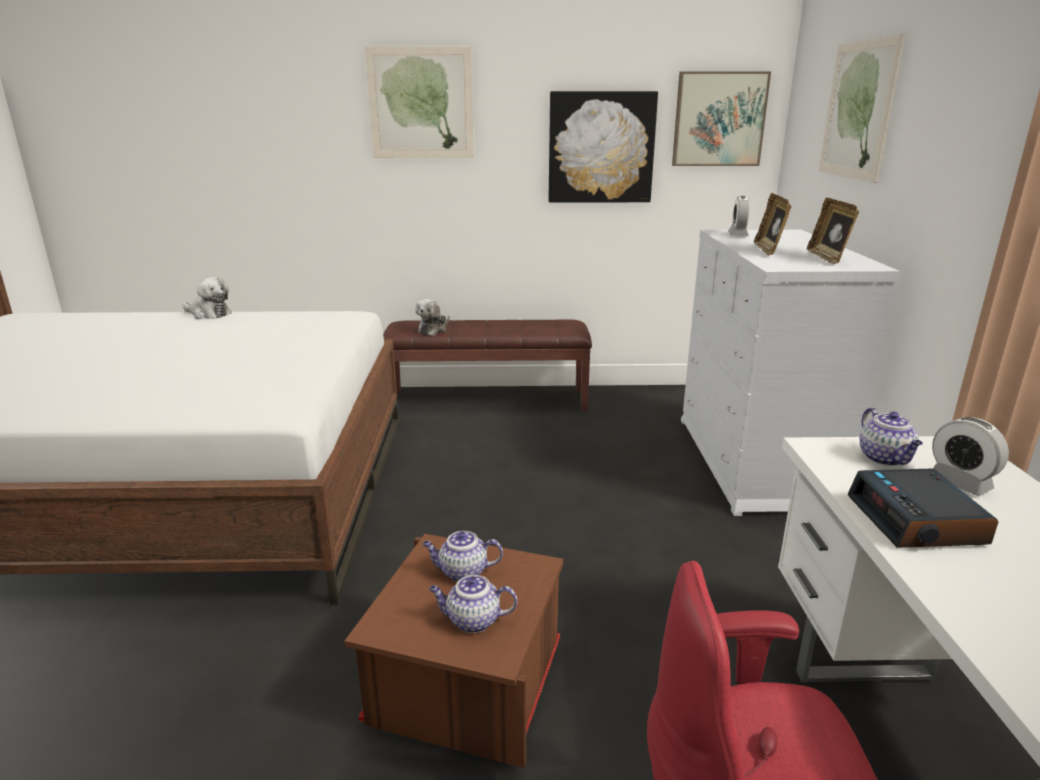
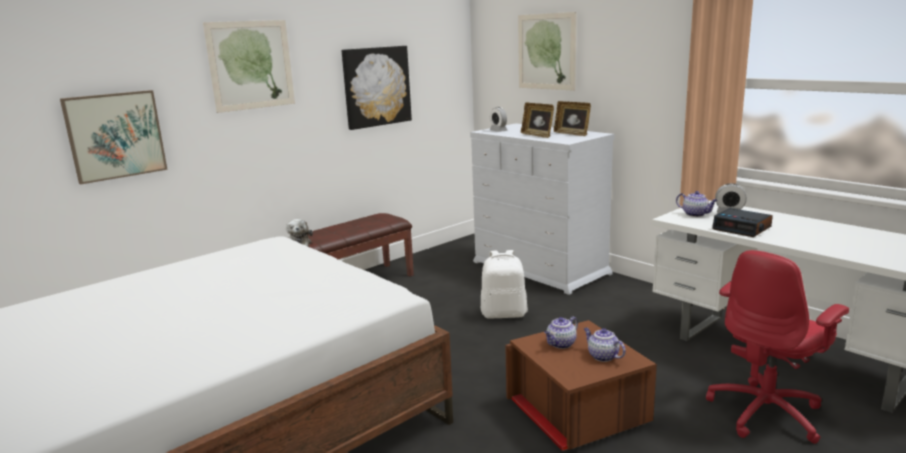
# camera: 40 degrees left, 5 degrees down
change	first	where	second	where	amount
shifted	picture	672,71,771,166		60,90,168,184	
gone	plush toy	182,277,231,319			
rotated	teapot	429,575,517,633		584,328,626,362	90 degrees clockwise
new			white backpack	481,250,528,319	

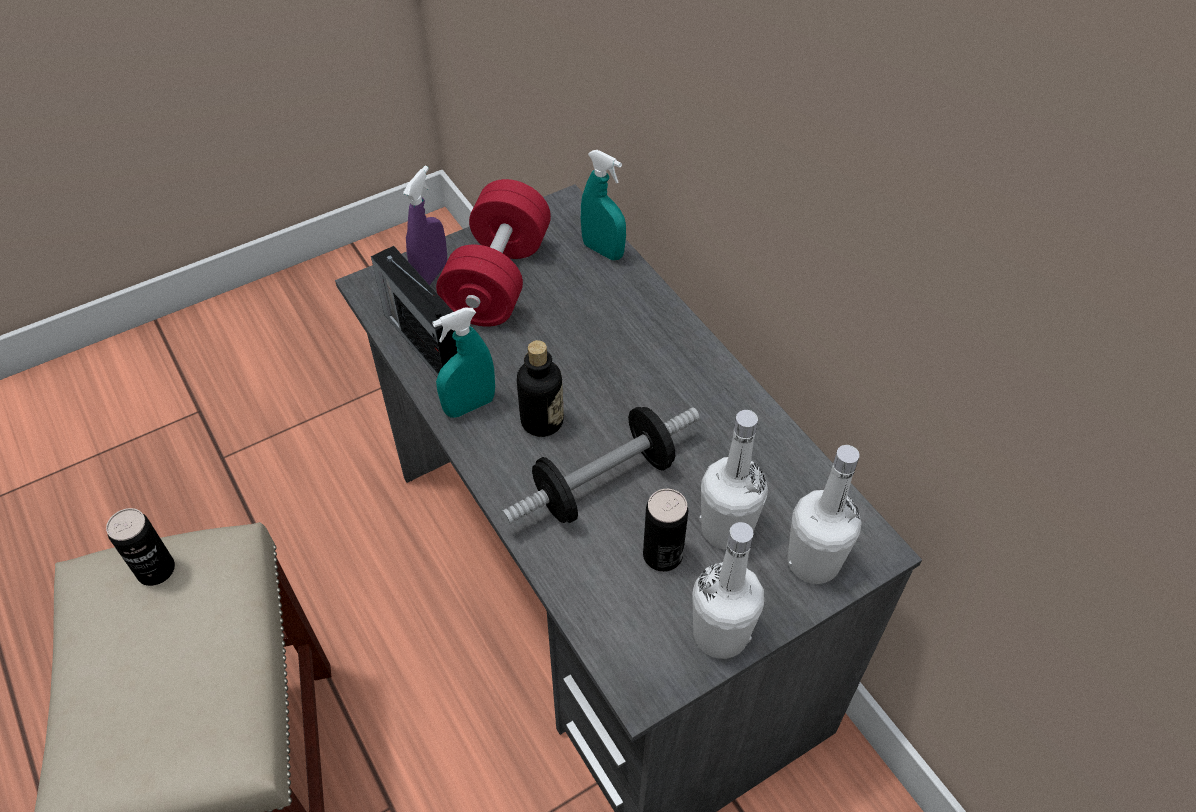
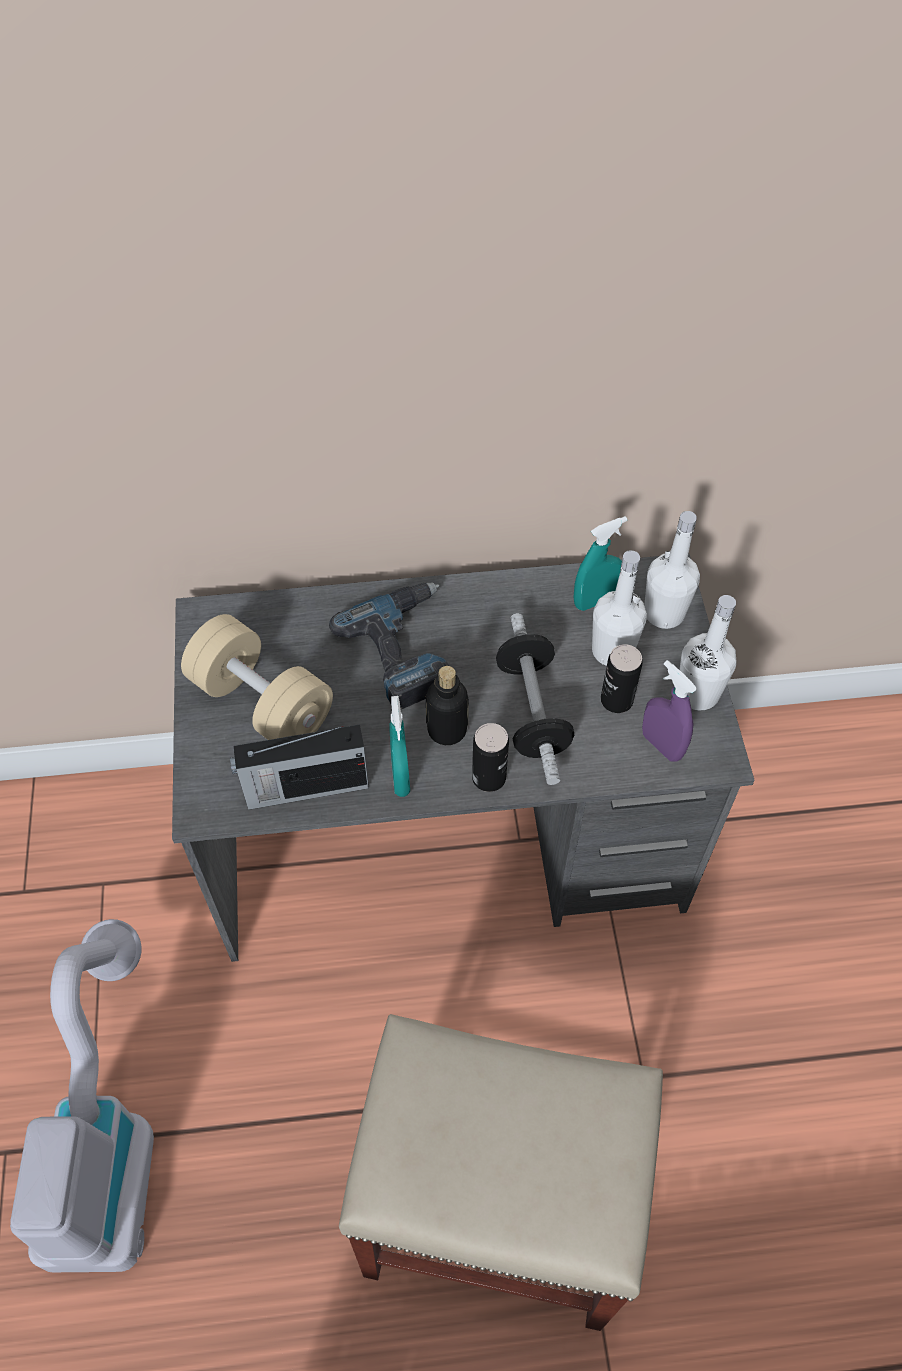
# camera: 65 degrees left, 5 degrees up
change	first	where	second	where	amount
shifted	turquoise spray bottle	580,150,626,260		574,516,627,611	
shifted	purple spray bottle	403,166,447,285		642,660,697,762	
repainted	red dumbbell	436,179,551,327	beige dumbbell	181,614,333,740	
shifted	can	106,508,175,586		472,723,509,792	
new			power drill	329,582,449,709	
new			vacuum cleaner	10,919,154,1272	

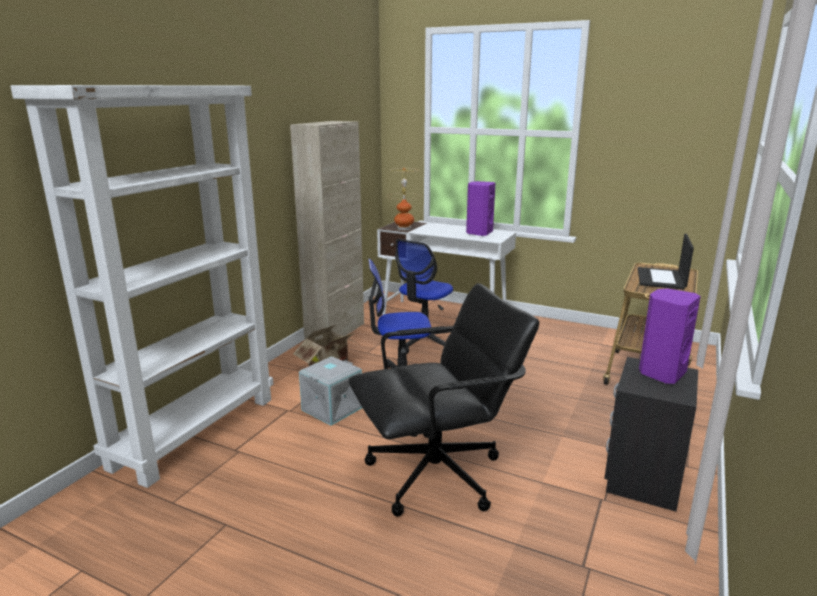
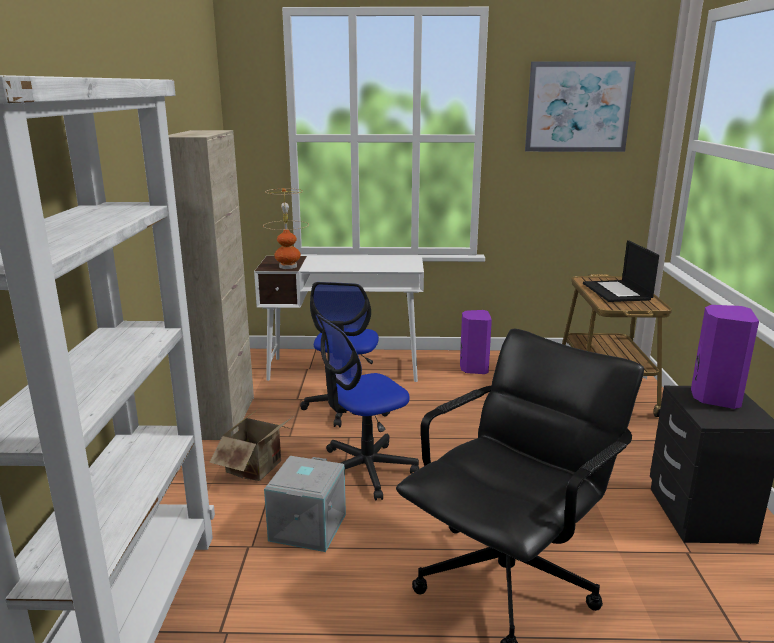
# camera: 25 degrees left, 0 degrees up
change	first	where	second	where	amount
shifted	purple speaker	466,181,495,236		460,310,492,374	
new			picture	525,61,636,152	

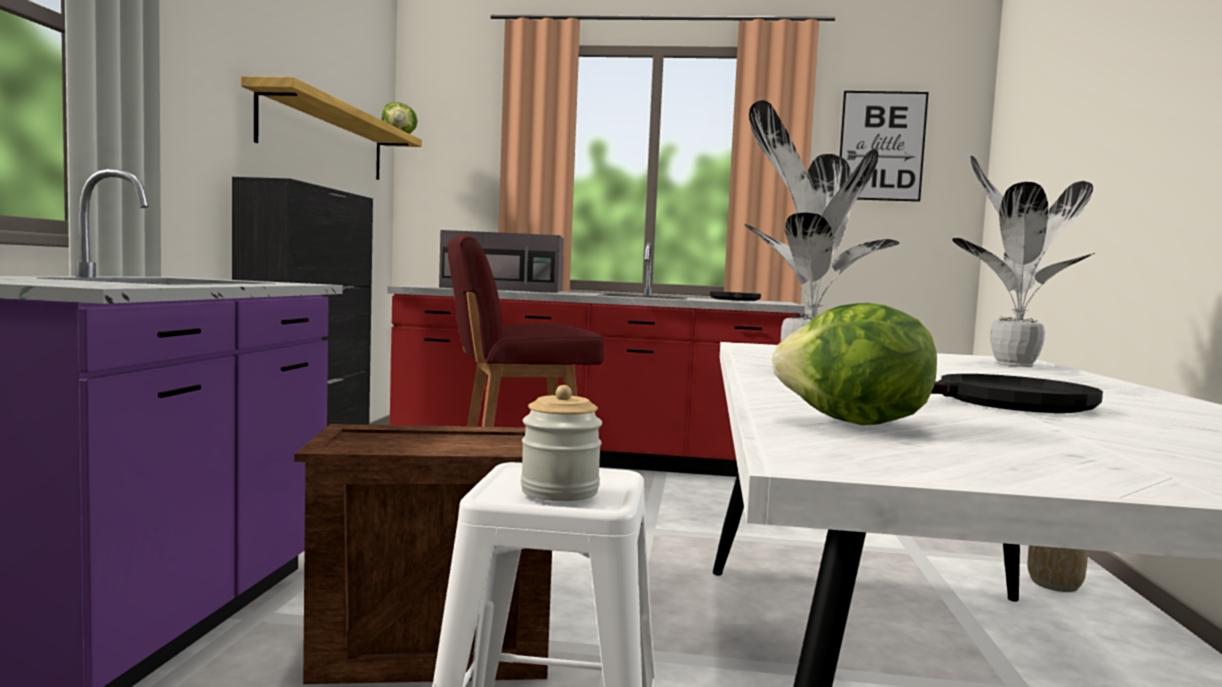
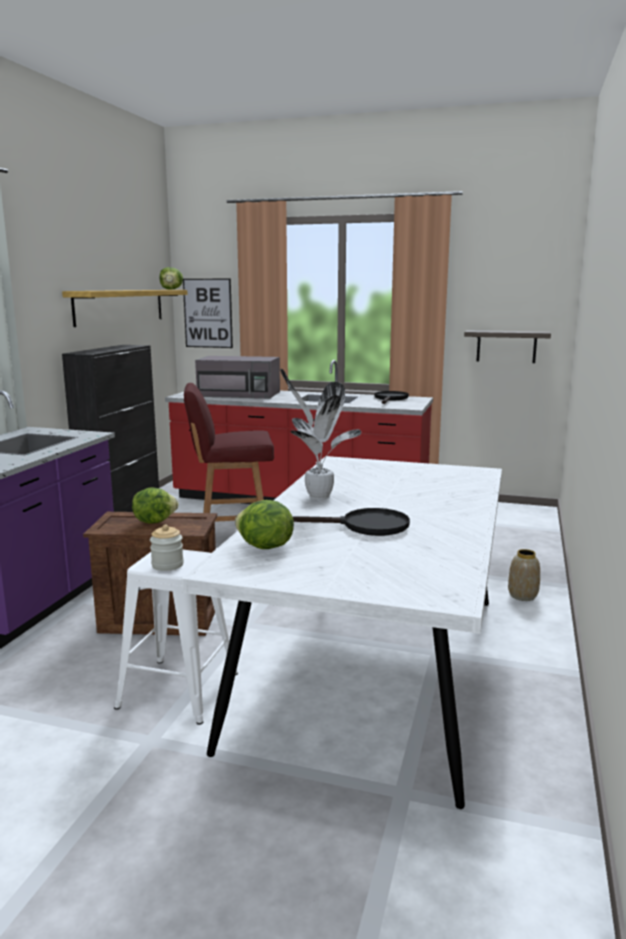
# camera: 10 degrees right, 10 degrees up
change	first	where	second	where	amount
shifted	picture	839,91,929,202		183,279,233,348	
gone	potted plant	952,156,1095,367			
new			shelf	464,330,551,363	
new			lettuce	132,487,179,524	

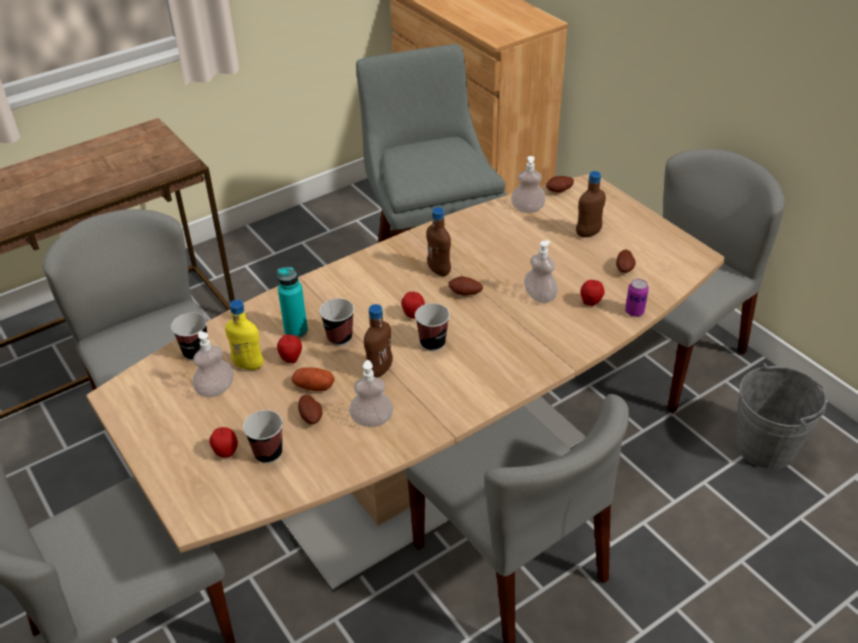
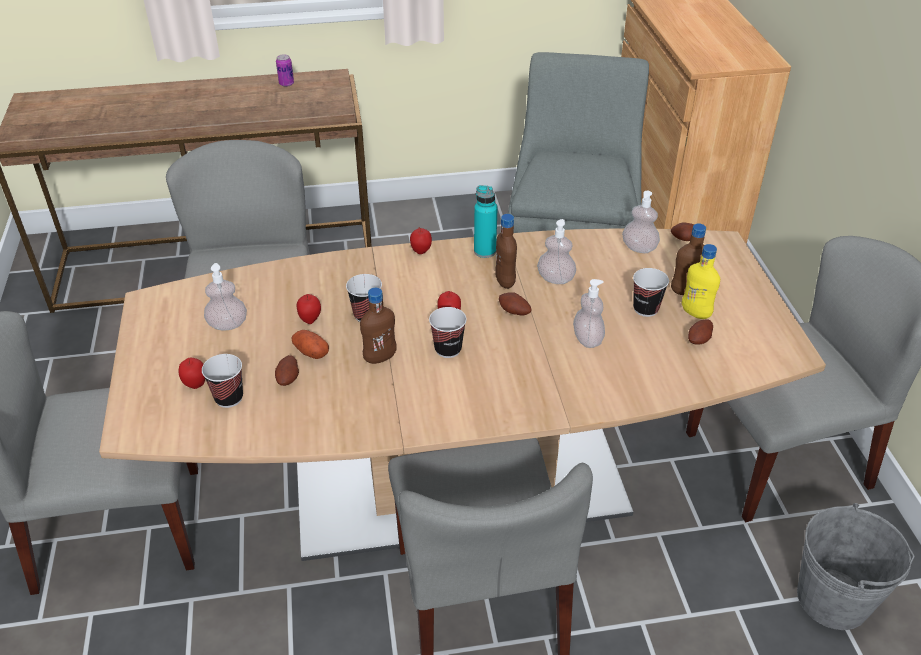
# camera: 25 degrees right, 0 degrees up
change	first	where	second	where	amount
shifted	turquoise bottle	277,267,308,338		474,185,498,258	
shifted	apple	581,279,605,306		410,227,432,254	
shifted	can	625,279,649,317		276,54,294,87	
shifted	yellow bottle	225,300,263,370		682,244,720,319	
shifted	cup	171,313,208,361		633,268,669,317	
shifted	soap dispenser	349,360,393,427		537,219,576,284	

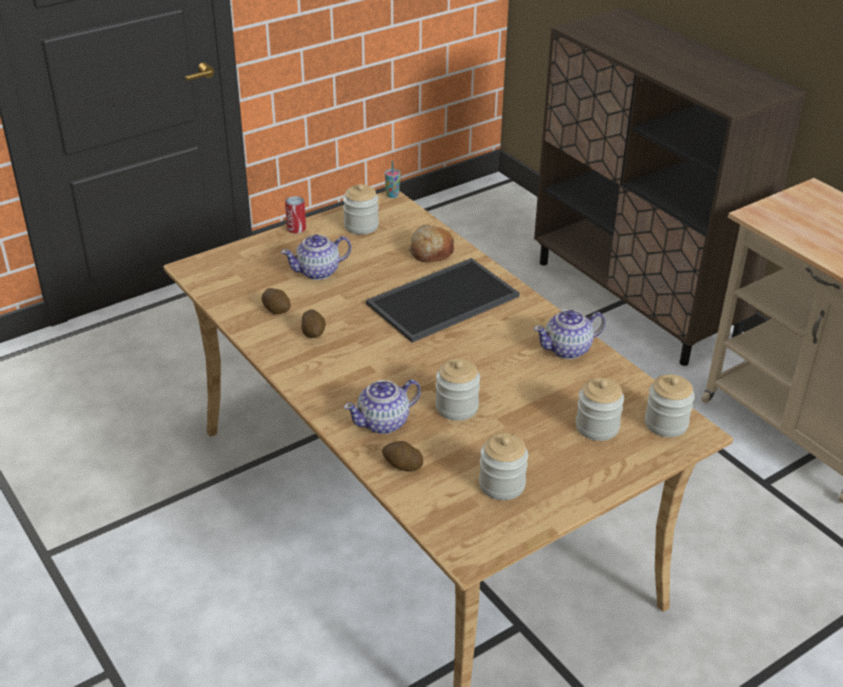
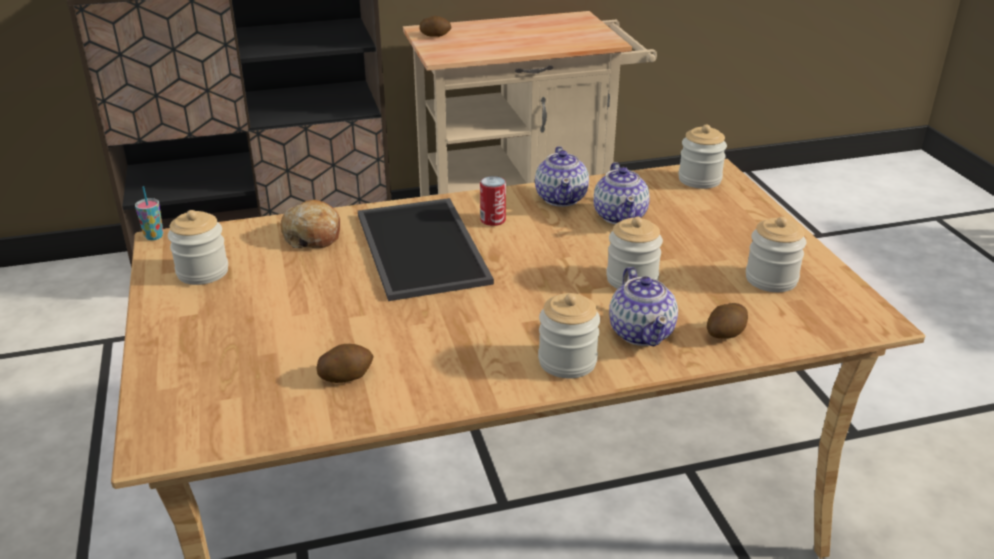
# camera: 70 degrees left, 5 degrees down
change	first	where	second	where	amount
shifted	can	285,196,306,233		480,176,506,226	
shifted	teapot	281,234,351,280		594,162,650,224	
shifted	potato	301,310,326,338		419,16,451,37	
shifted	jar	576,378,624,441		538,293,600,379	

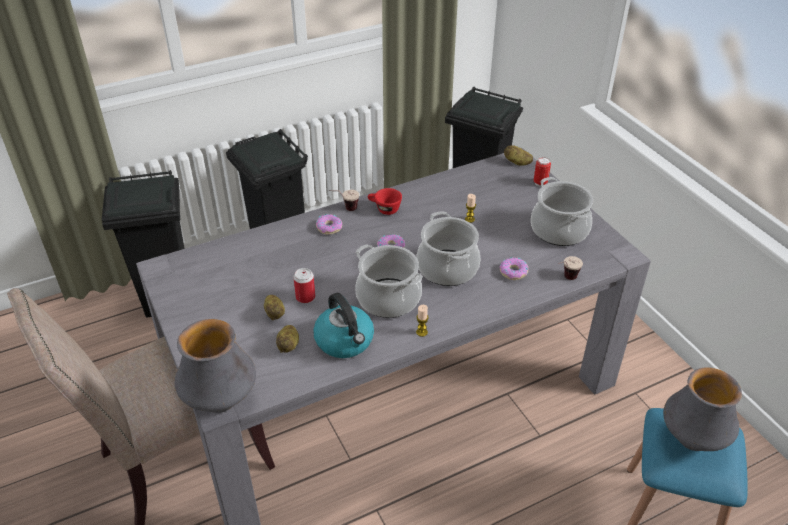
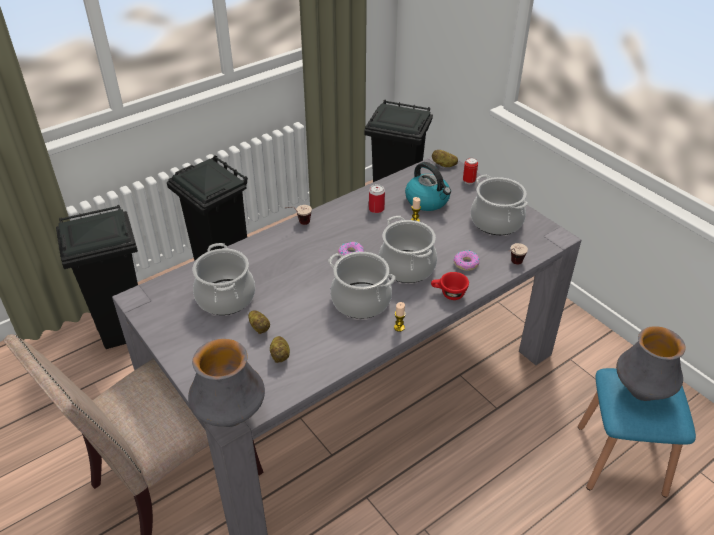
# camera: 10 degrees left, 0 degrees up
change	first	where	second	where	amount
shifted	red cup	368,188,402,215		431,272,469,300	
gone	donut	316,214,342,235			
shifted	can	293,268,315,303		369,184,385,213	
shifted	kettle	313,293,374,358		405,162,451,211	
new			cooking pot	193,243,255,315	

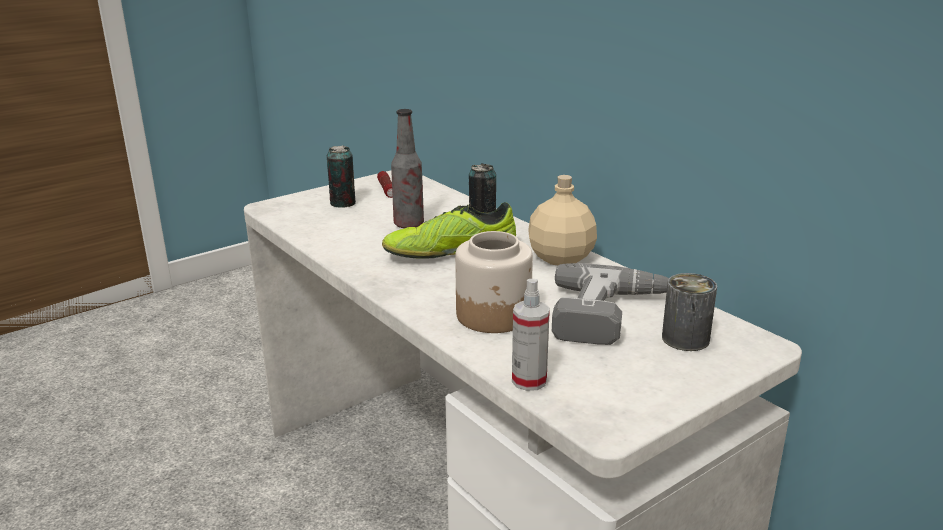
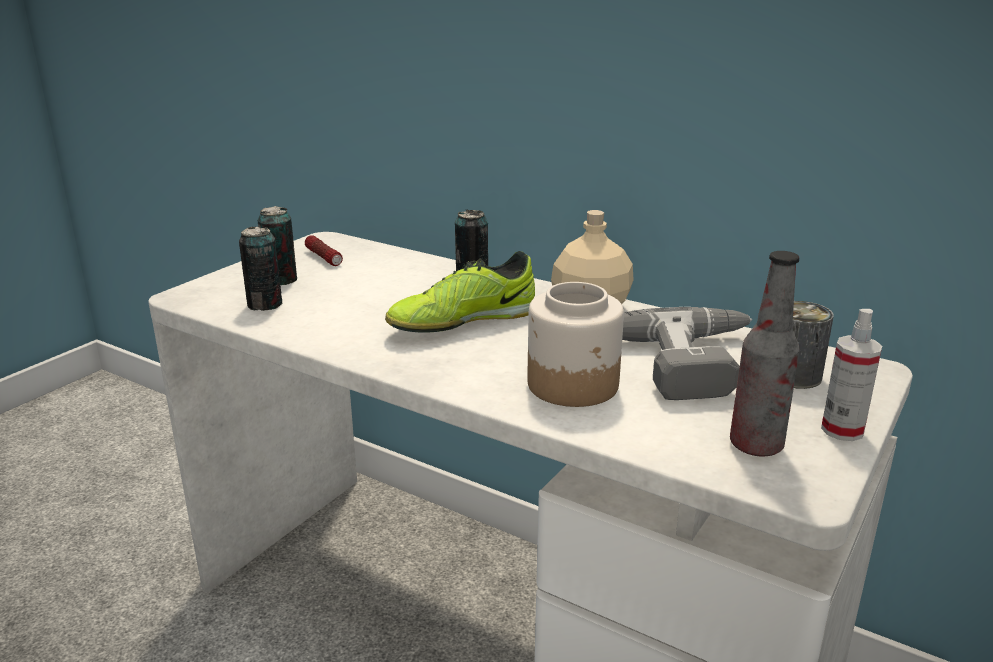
# camera: 20 degrees left, 0 degrees up
change	first	where	second	where	amount
shifted	bottle	391,109,424,228		730,251,800,457	
shifted	spray bottle	512,279,550,391		821,309,882,441	
new			can	239,226,283,311	

